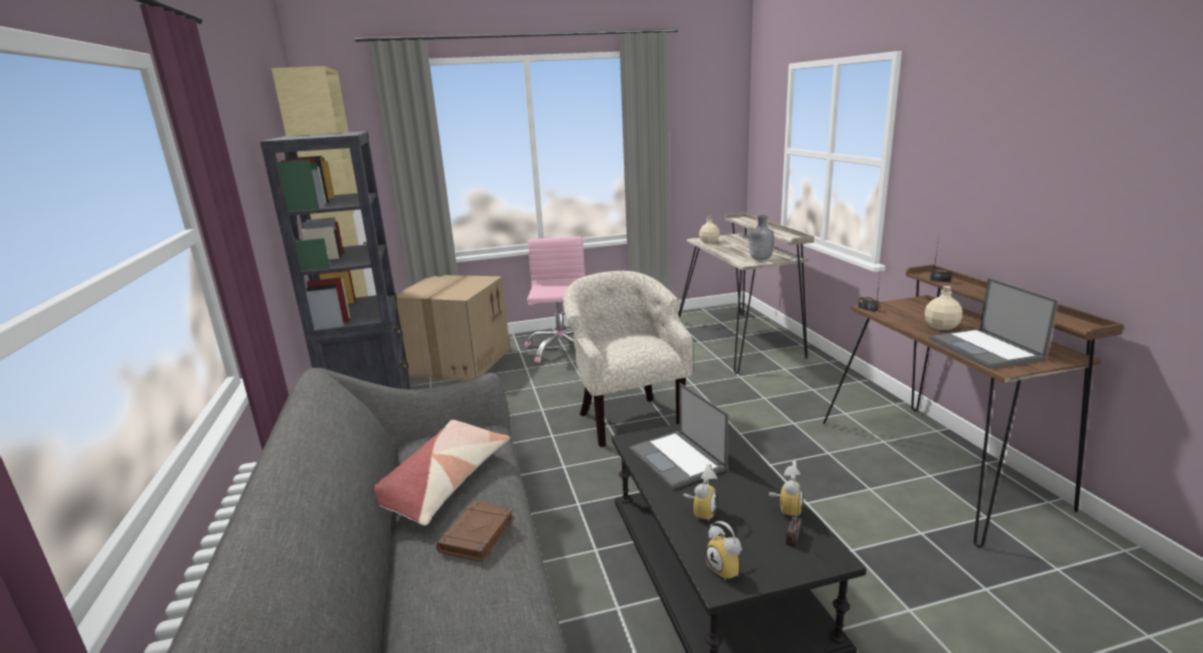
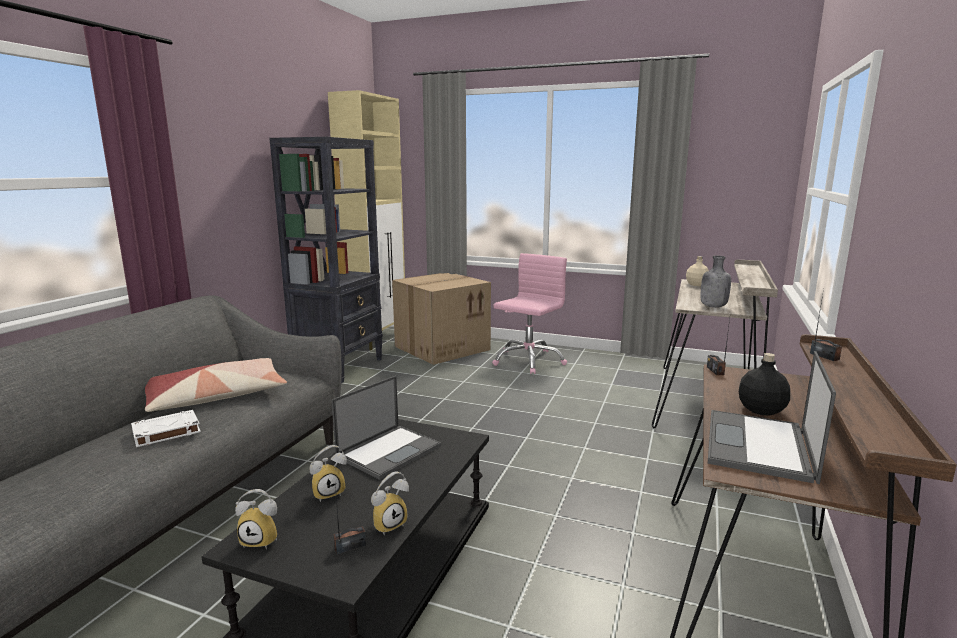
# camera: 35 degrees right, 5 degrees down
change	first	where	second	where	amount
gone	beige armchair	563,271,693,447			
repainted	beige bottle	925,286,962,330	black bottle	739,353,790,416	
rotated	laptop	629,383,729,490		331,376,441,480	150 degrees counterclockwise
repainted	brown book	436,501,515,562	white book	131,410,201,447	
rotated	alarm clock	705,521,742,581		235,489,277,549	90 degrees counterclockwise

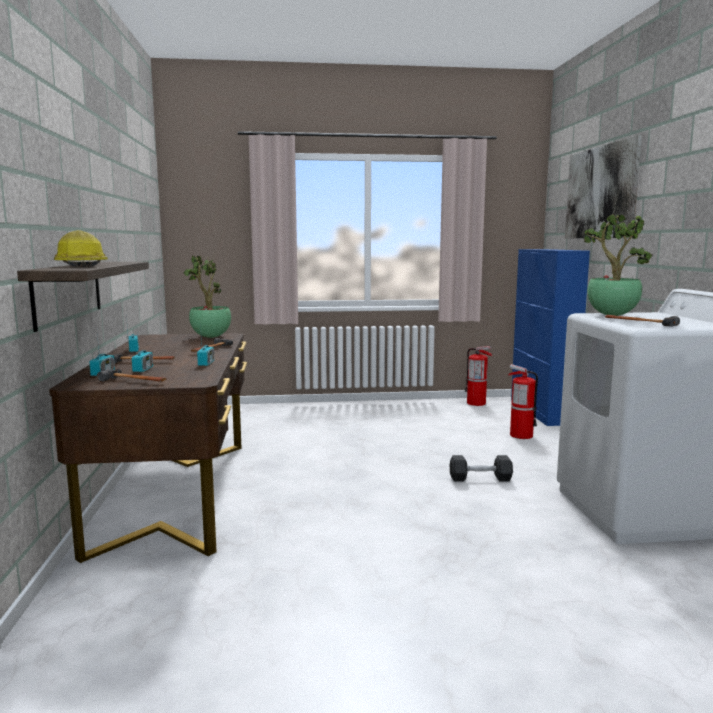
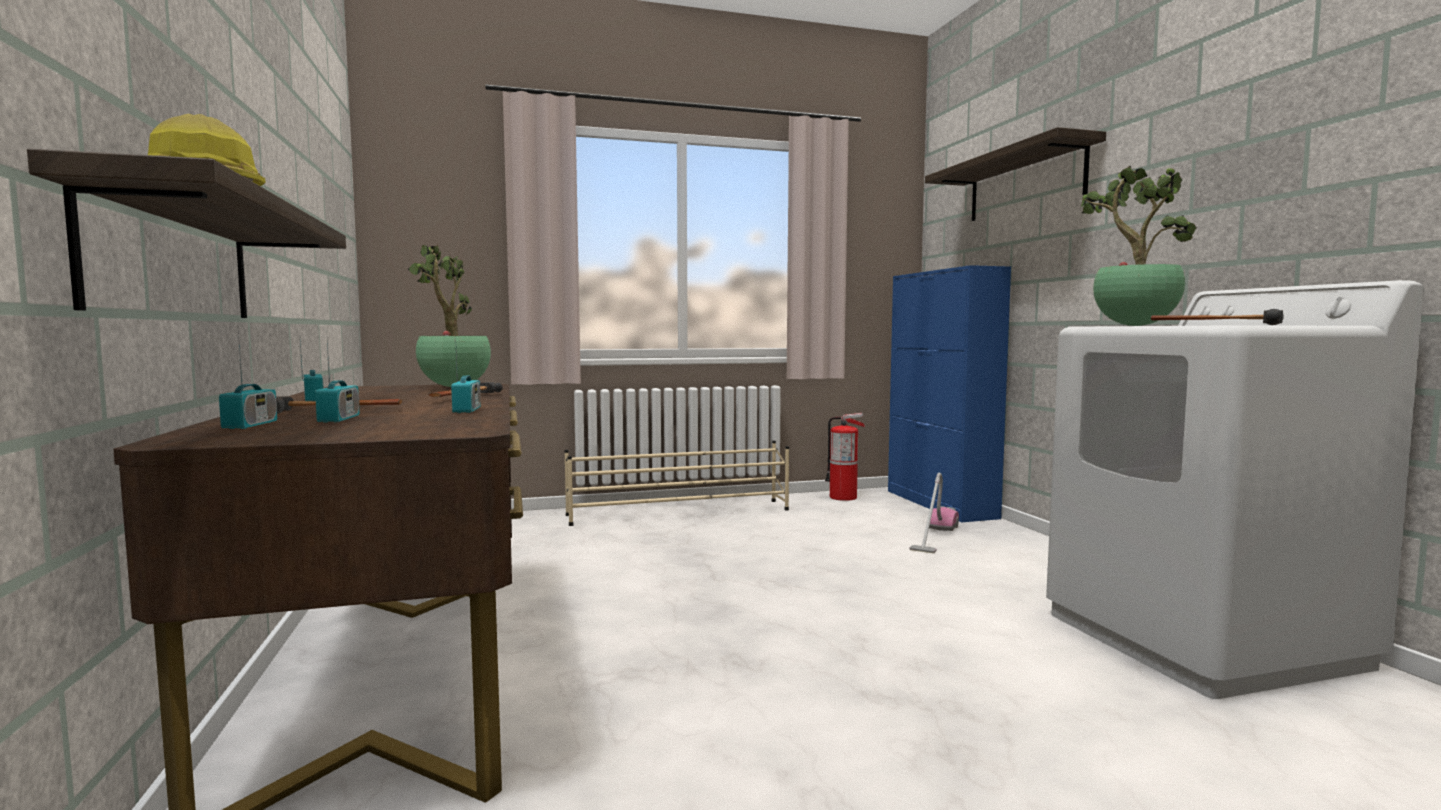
# camera: 10 degrees left, 5 degrees down
change	first	where	second	where	amount
swapped	picture	565,135,642,238	shelf	925,127,1106,221	
swapped	fire extinguisher	508,364,538,439	vacuum cleaner	910,472,959,553	
gone	hammer	97,369,167,382			
gone	grey dumbbell	450,455,513,482			
new			beige shoe rack	564,441,789,526	

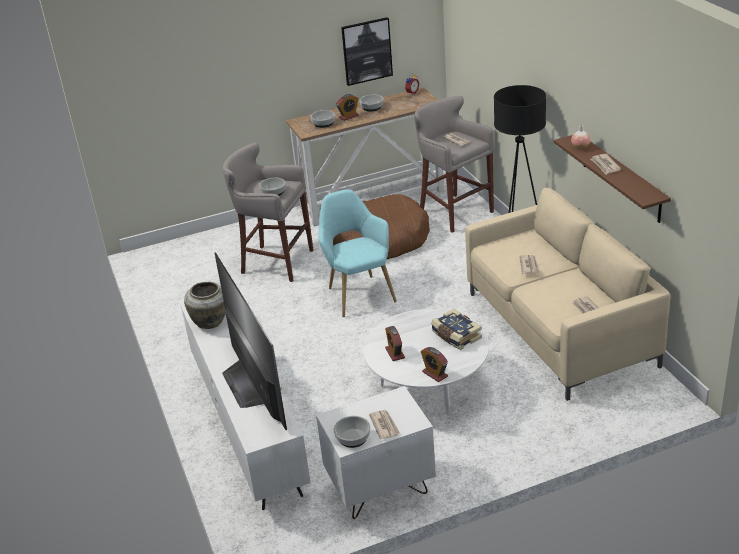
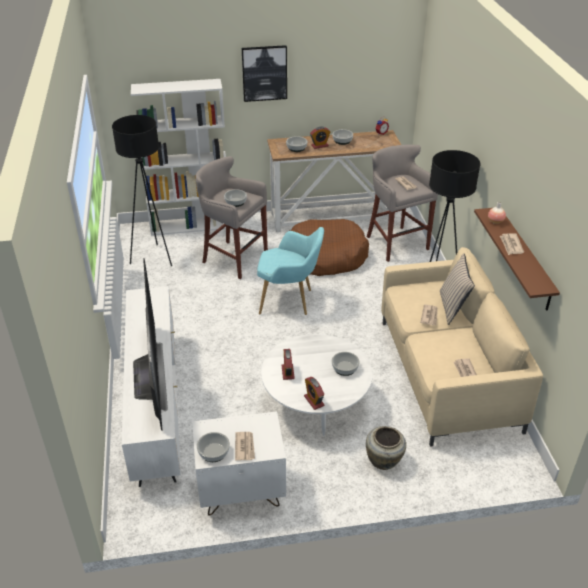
# camera: 10 degrees right, 5 degrees up
change	first	where	second	where	amount
shifted	picture	341,17,393,86		242,45,287,102	
rotated	turquoise armchair	318,189,397,317		257,227,324,315	105 degrees clockwise
shifted	beige vase	184,282,226,329		366,426,406,470	
swapped	book	431,309,482,350	bowl	332,352,360,376	
new			white bookcase	131,79,226,236	
new			black floor lamp	112,115,172,266	
new			beige pillow	440,253,475,325	

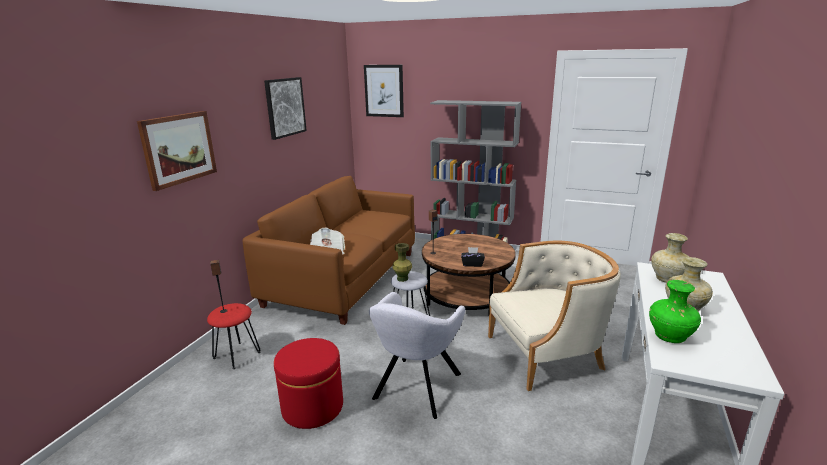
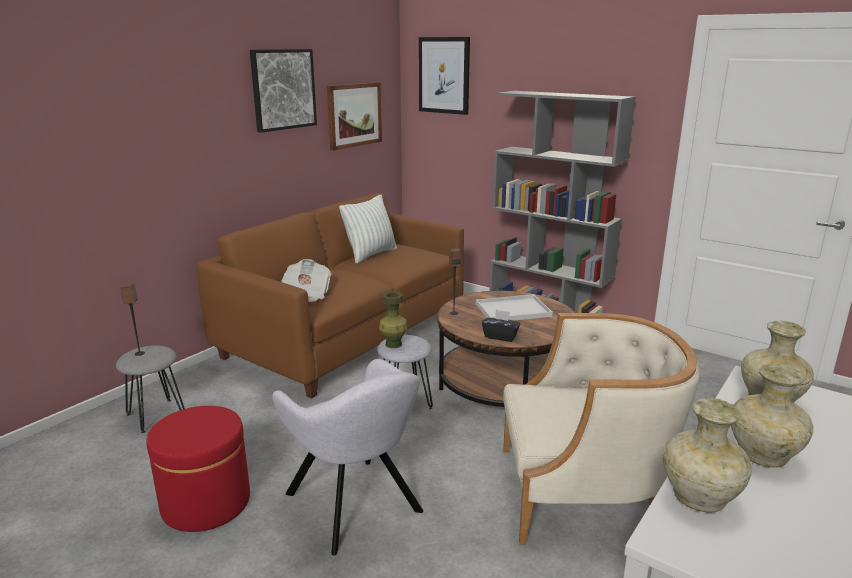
# camera: 15 degrees right, 0 degrees up
change	first	where	second	where	amount
shifted	picture	137,111,217,191		327,82,382,151	
repainted	green vase	649,280,701,343	beige vase	663,398,752,512	
rotated	grey armchair	369,292,465,419		272,359,423,555	75 degrees counterclockwise
repainted	red stool	207,303,260,369	grey stool	116,345,185,433	
new			pillow	339,195,397,264	
new			white tray	476,294,553,321	

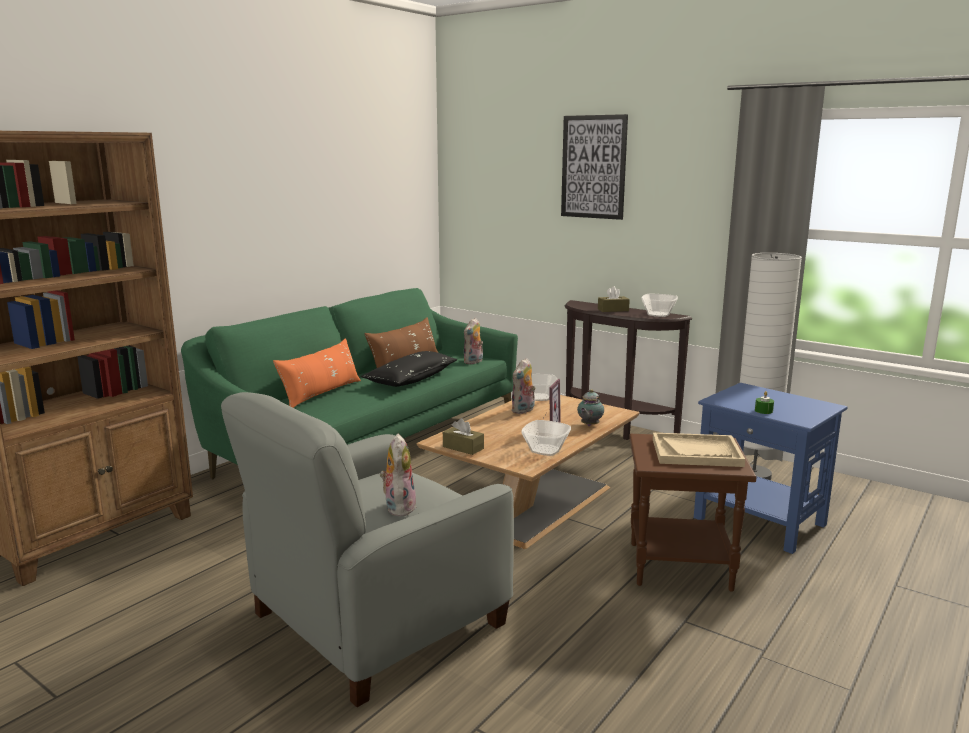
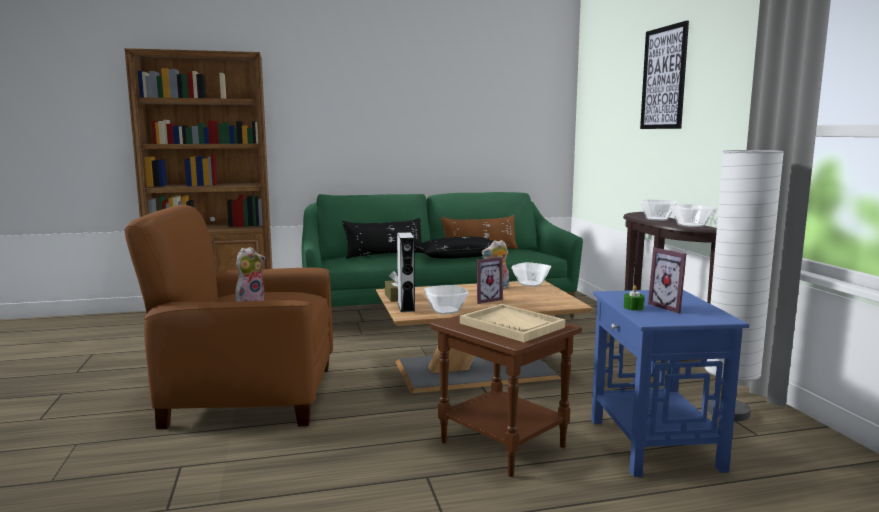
# camera: 40 degrees right, 5 degrees down
change	first	where	second	where	amount
swapped	brown tissue box	598,286,630,312	bowl	640,200,677,221	
gone	plush toy	464,318,483,364			
repainted	orange pillow	273,338,361,408	black pillow	342,218,422,259	
gone	teapot	577,389,604,426			
repainted	grey armchair	221,392,514,707	brown armchair	124,205,333,429	
new			grey speaker	397,232,415,312	
new			picture frame	648,248,686,314	

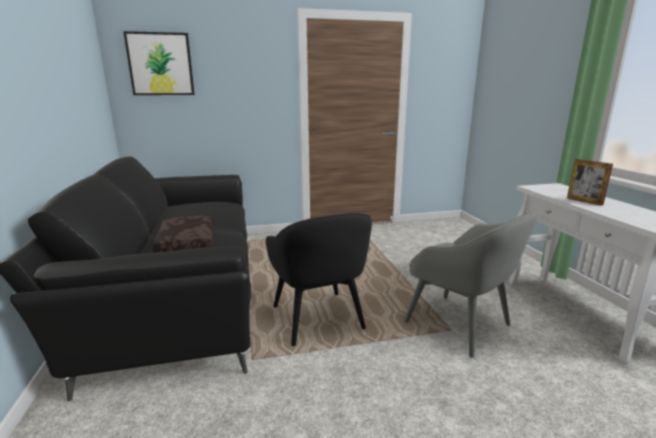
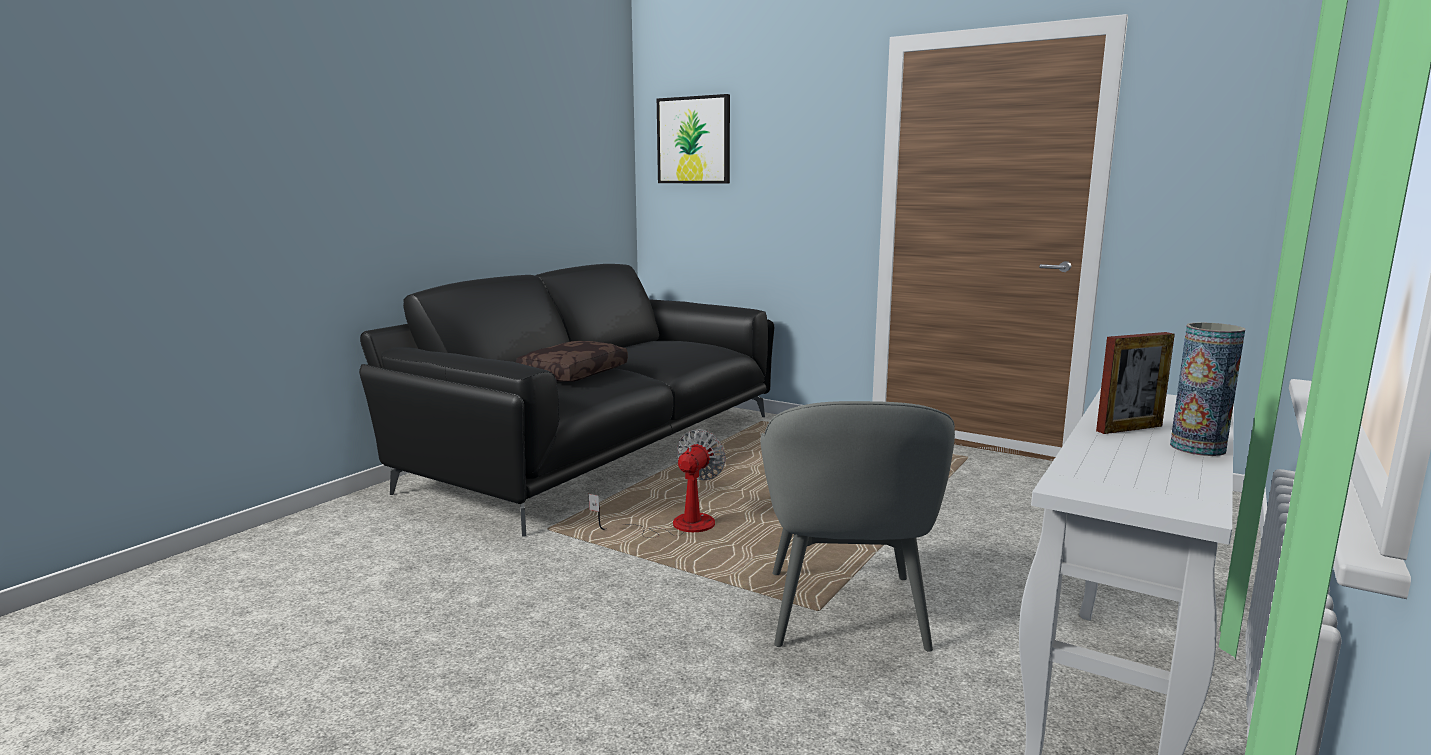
# camera: 45 degrees right, 5 degrees down
change	first	where	second	where	amount
rotated	picture frame	567,159,613,206		1096,332,1175,434	120 degrees counterclockwise
swapped	black armchair	266,213,372,346	fan	589,429,726,538	
new			vase	1170,322,1245,456	

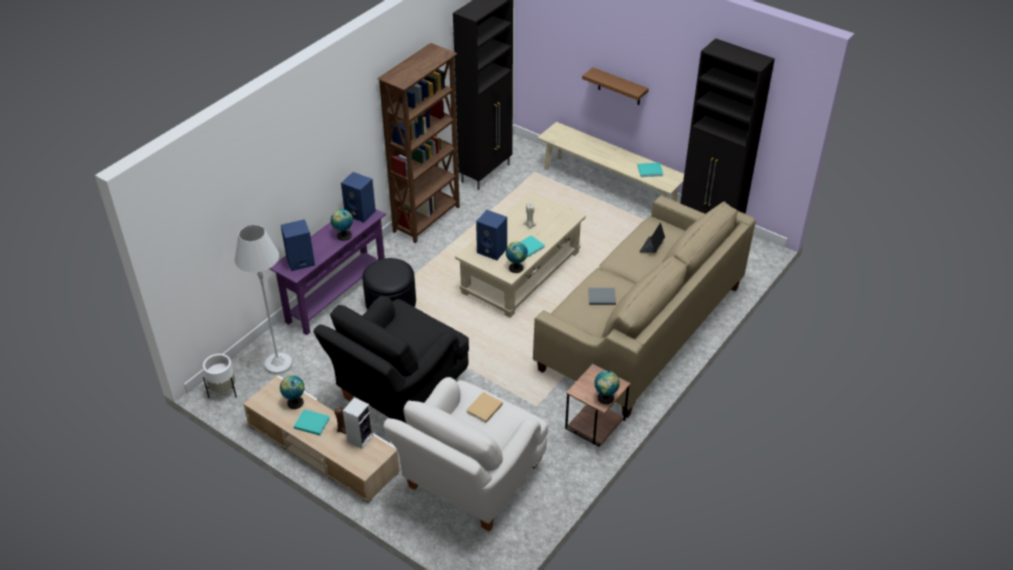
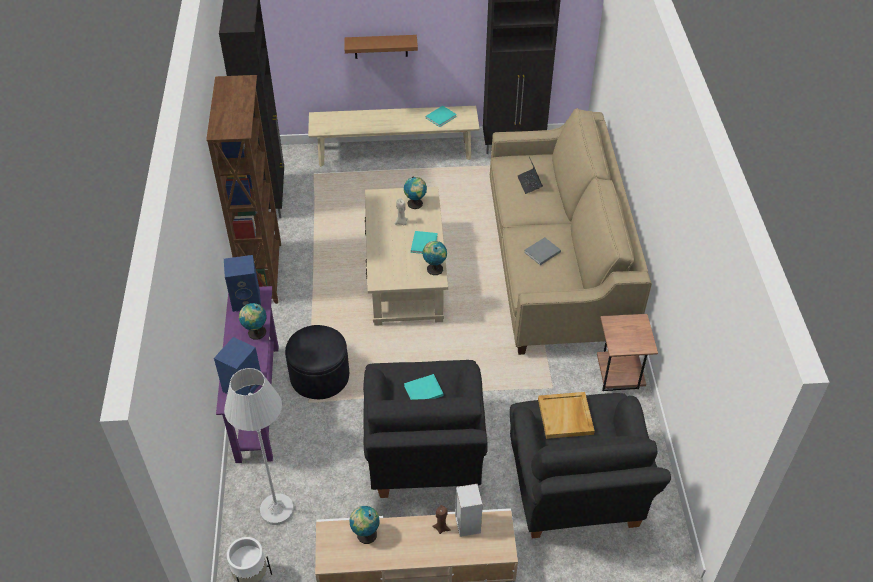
# camera: 40 degrees left, 5 degrees up
change	first	where	second	where	amount
gone	blue speaker	476,210,507,260			
shifted	globe	594,370,620,404		404,177,427,209	
repainted	white armchair	383,377,548,532	black armchair	510,393,671,538	
swapped	beige book	466,392,503,423	beige tray	538,392,595,439	
shifted	turquoise book	294,409,330,435		404,374,444,400	

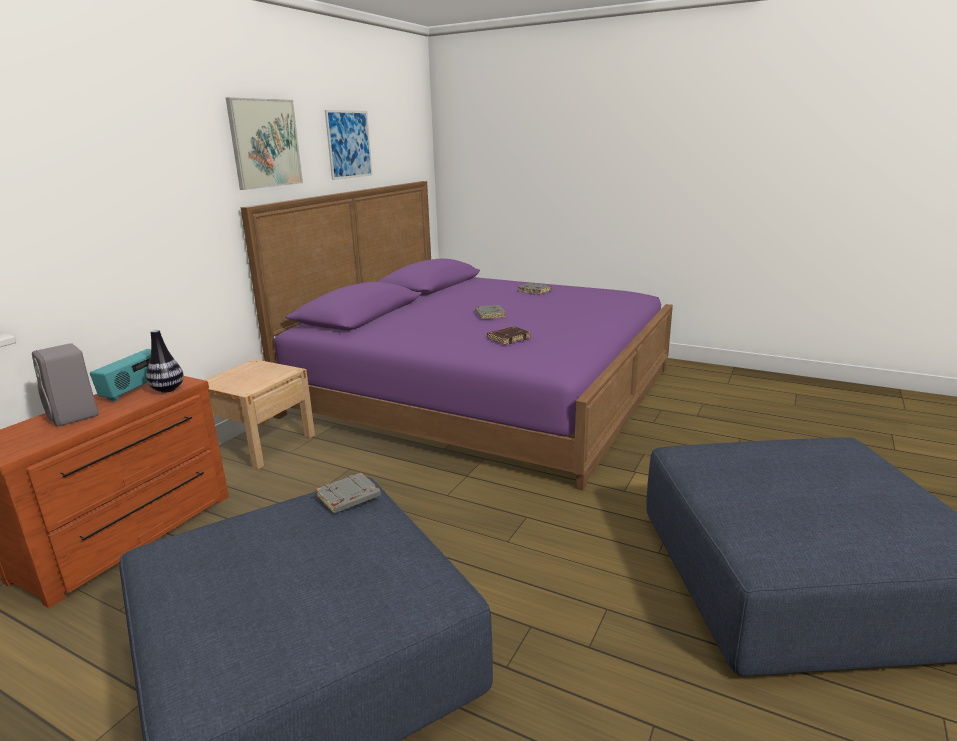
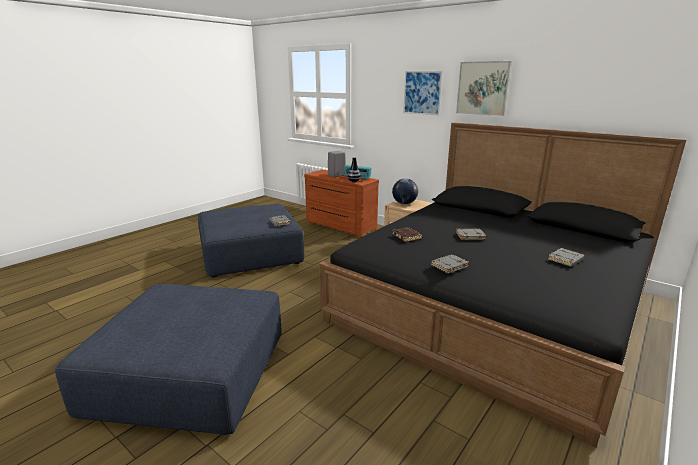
# camera: 100 degrees right, 0 degrees up
change	first	where	second	where	amount
shifted	picture	325,110,373,180		403,71,443,115	
repainted	purple bed	241,181,673,490	black bed	319,122,687,447	
new			globe	392,178,418,204	
new			grey book	431,254,469,274	

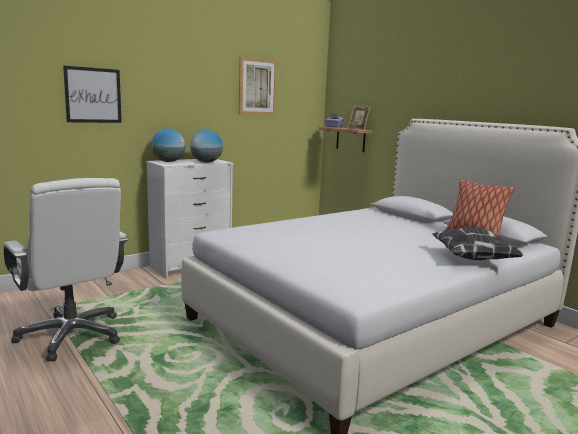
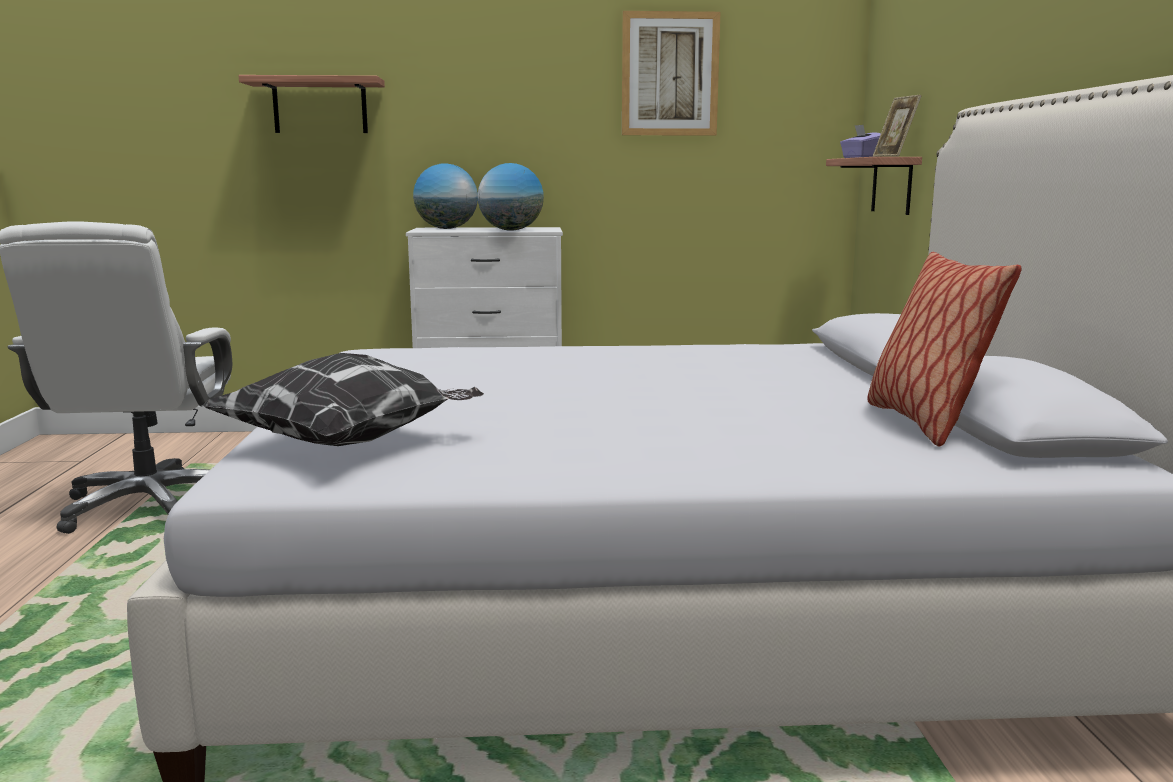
# camera: 35 degrees right, 0 degrees up
change	first	where	second	where	amount
swapped	picture	63,66,122,123	shelf	238,75,385,133	
shifted	pillow	432,227,523,260		201,353,484,446	

